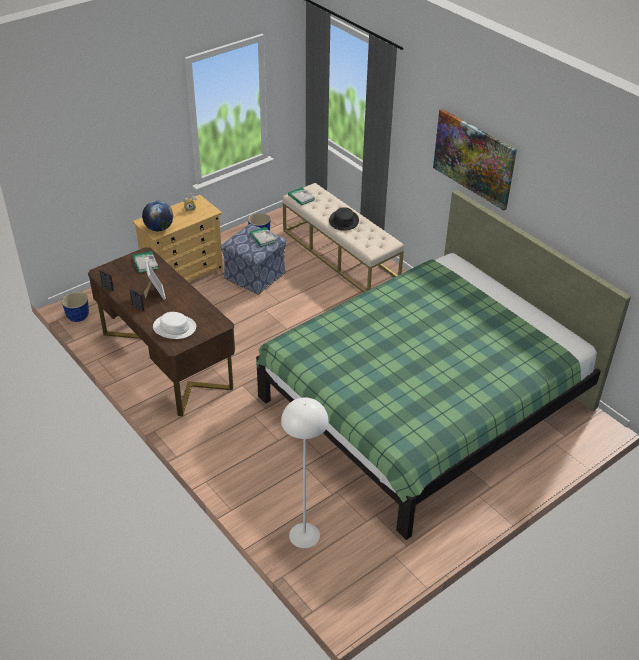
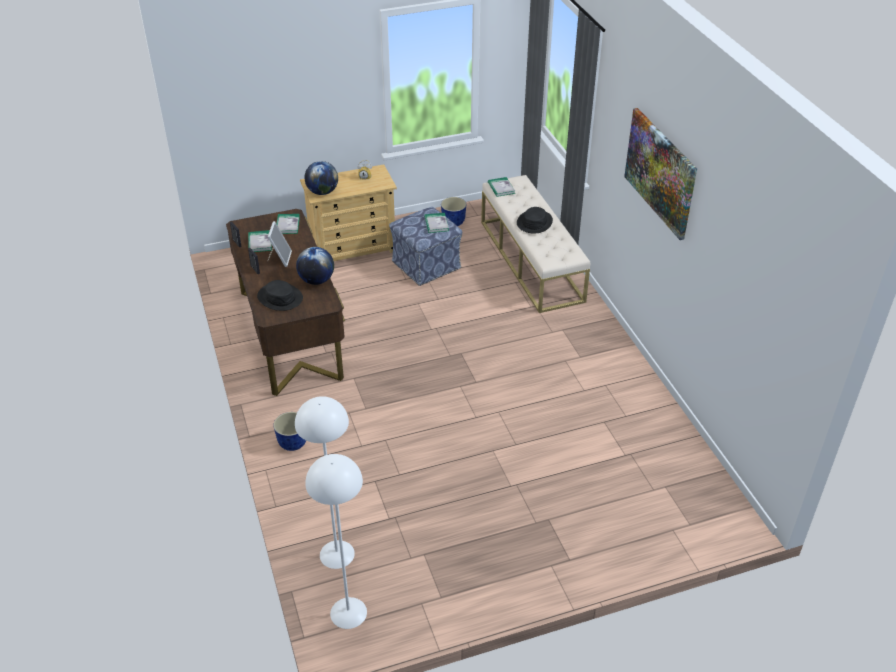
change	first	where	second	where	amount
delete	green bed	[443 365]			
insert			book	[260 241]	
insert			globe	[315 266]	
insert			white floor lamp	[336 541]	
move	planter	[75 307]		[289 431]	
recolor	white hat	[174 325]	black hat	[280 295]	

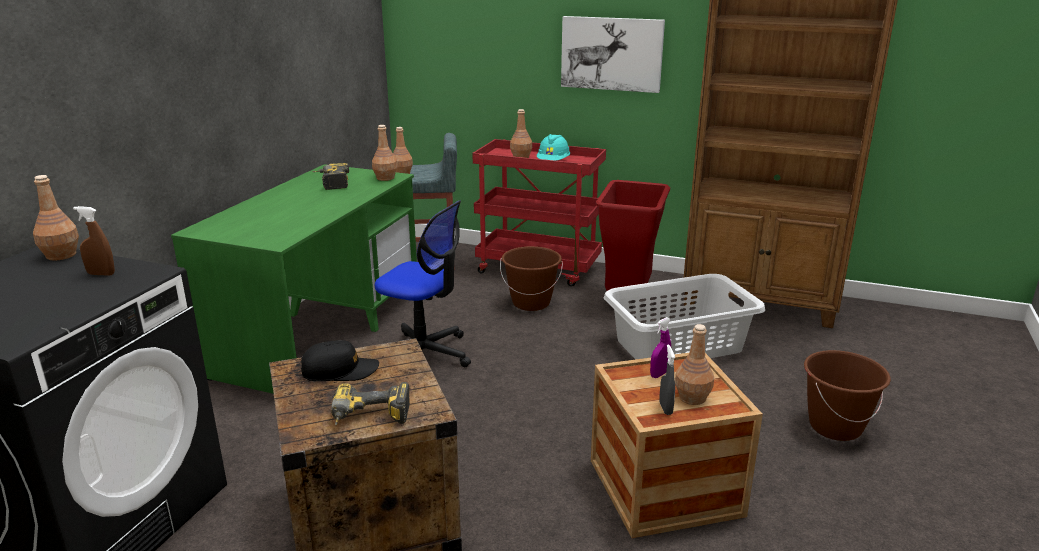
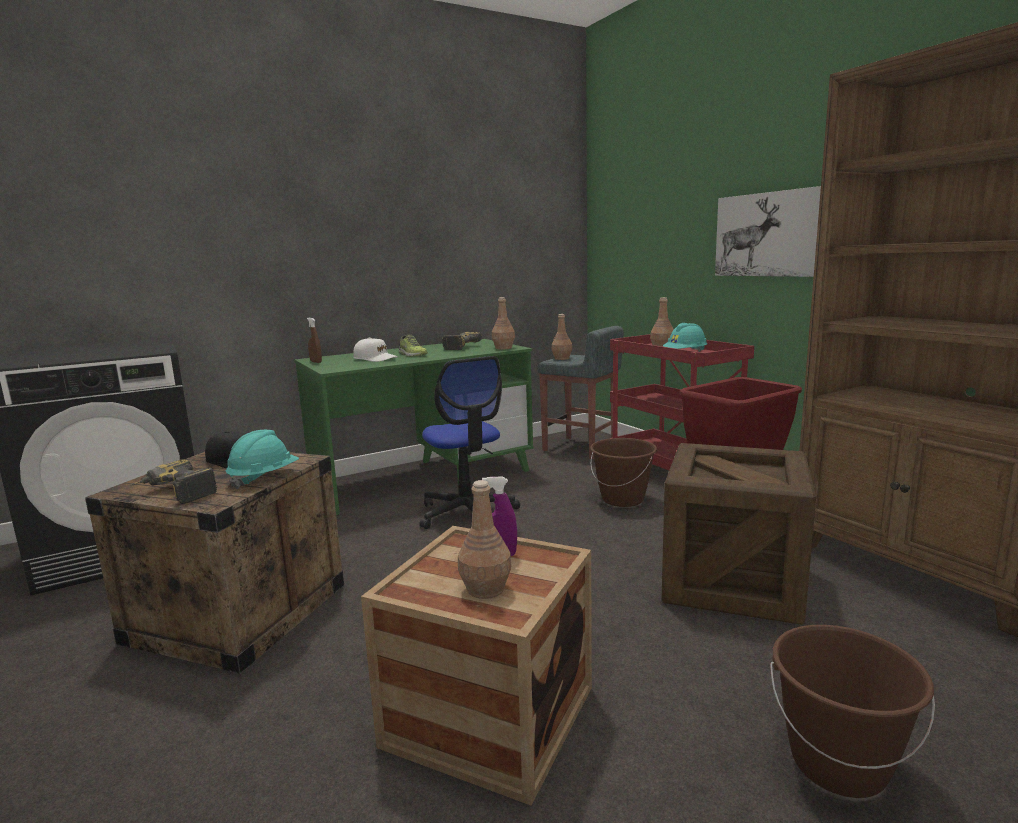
change	first	where	second	where	amount
delete	brown bottle	[56 217]			
delete	grey spray bottle	[667 379]			
insert			turquoise hard hat	[262 460]	
insert			white cap	[375 350]	
insert			shoe	[413 345]	
move	brown spray bottle	[94 241]		[314 340]	
replace	grey laundry basket	[684 317]	crate	[738 534]	

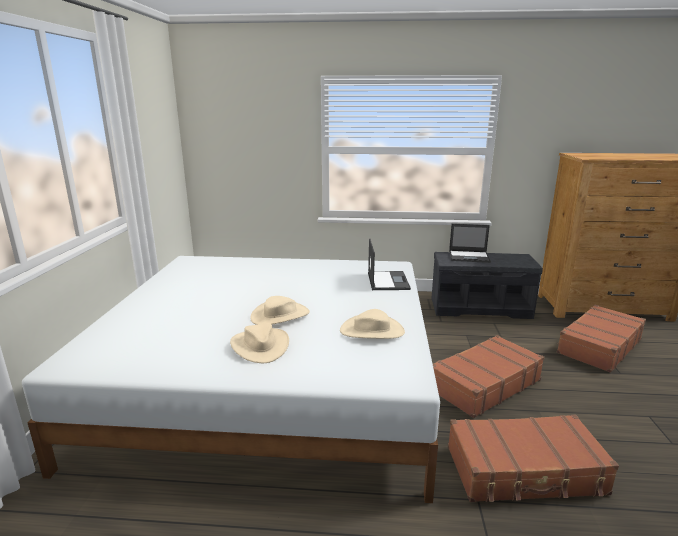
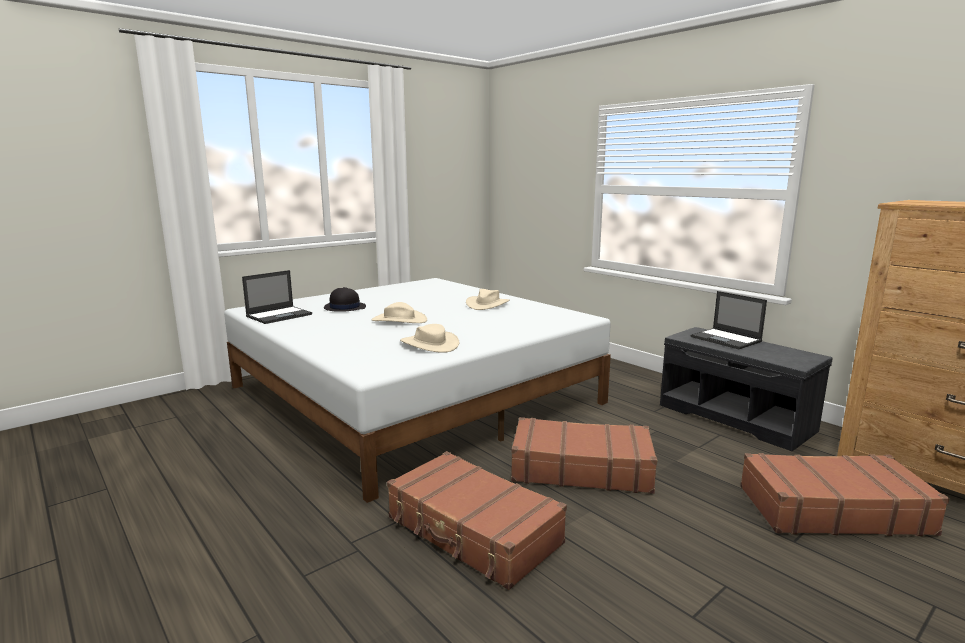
change	first	where	second	where	amount
insert			black hat	[345 299]	
move	beige hat	[259 343]		[487 299]	
move	laptop	[389 264]		[277 297]	

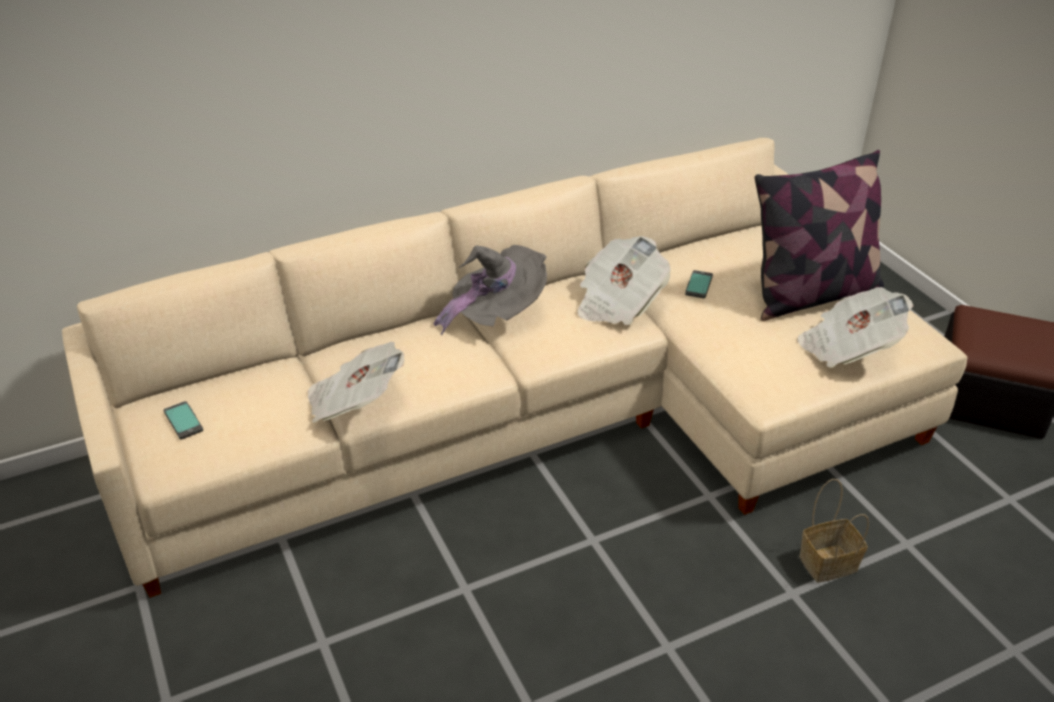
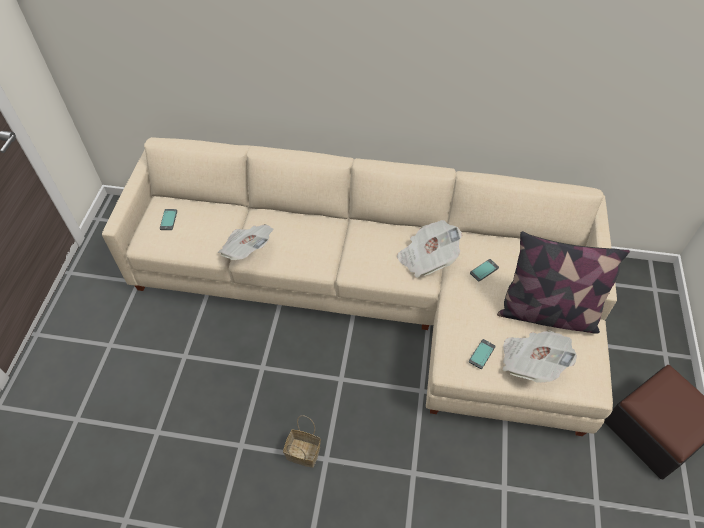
change	first	where	second	where	amount
delete	grey hat	[490 290]			
insert			phone	[482 354]	
move	basket	[834 531]		[302 441]	

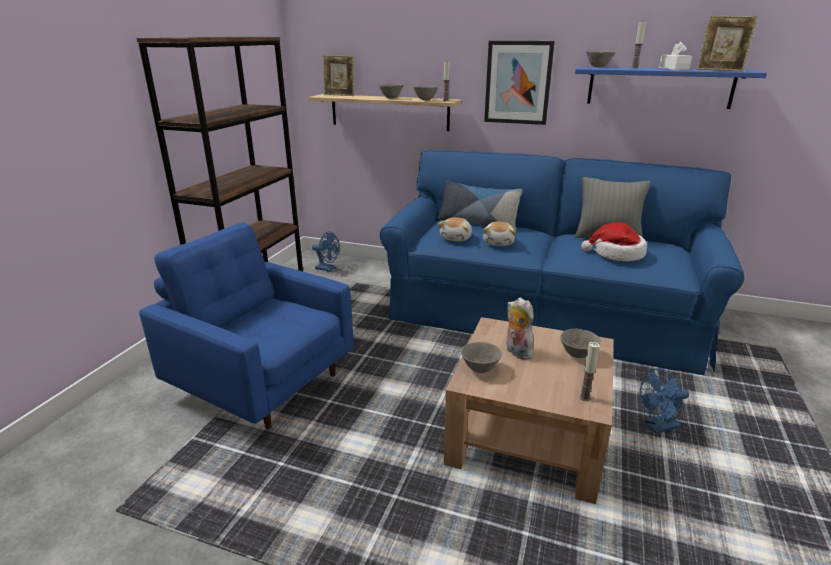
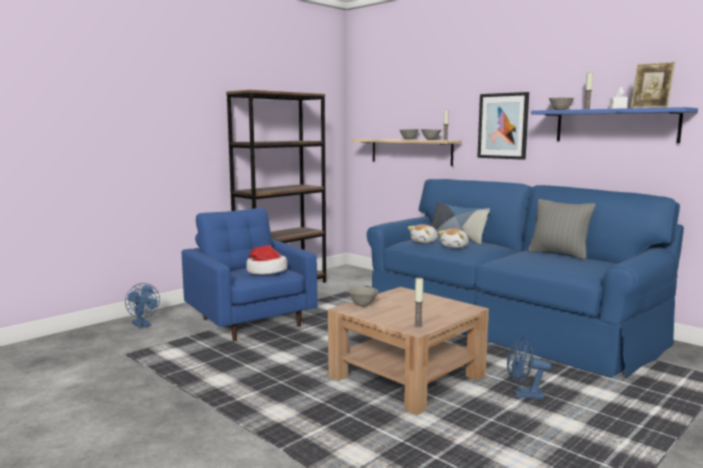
change	first	where	second	where	amount
delete	picture frame	[338 75]			
delete	plush toy	[520 328]			
delete	grey bowl	[580 343]			
move	blue fan	[326 251]		[142 305]	
move	hat	[614 241]		[267 259]	

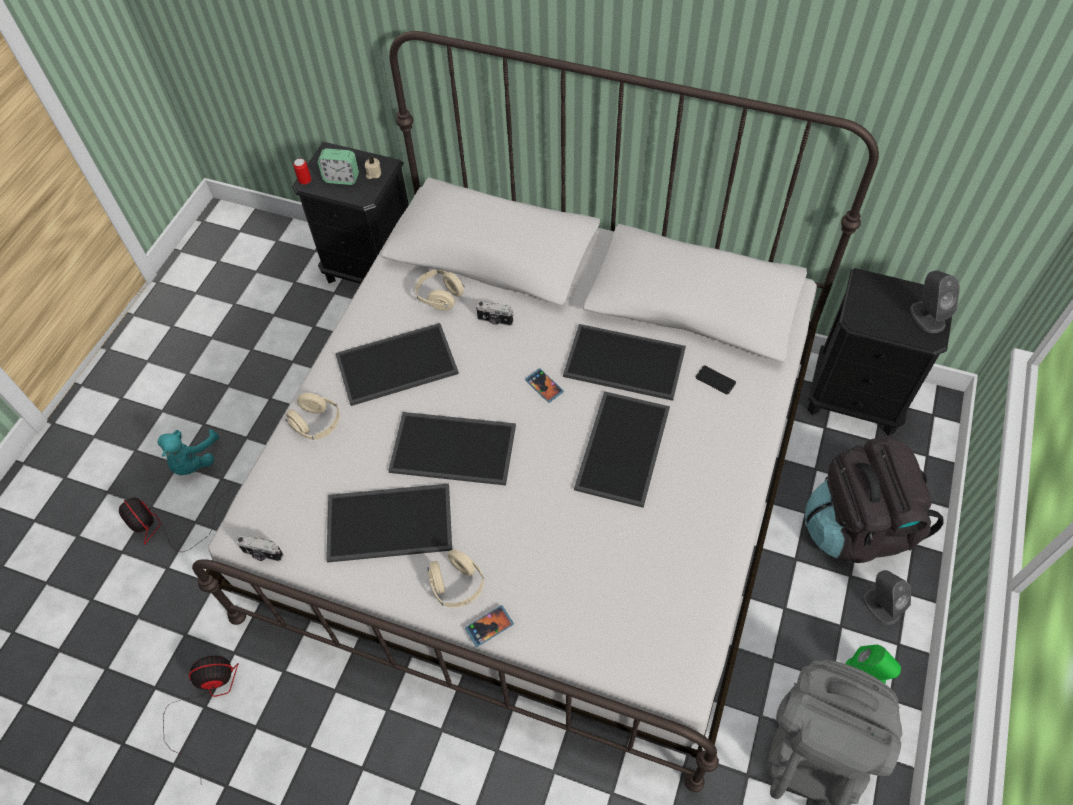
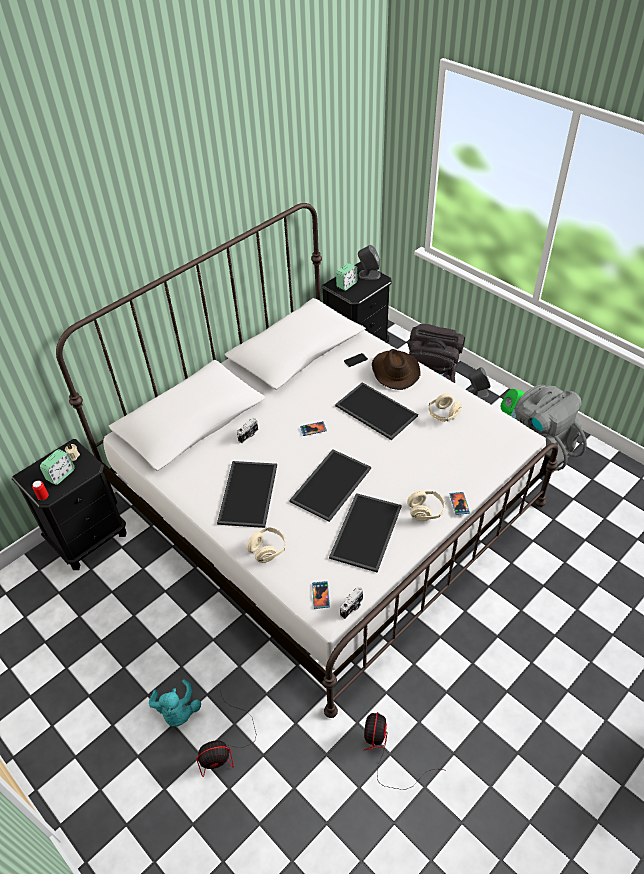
change	first	where	second	where	amount
delete	tray	[624 362]			
insert			phone	[321 595]	
insert			alarm clock	[347 277]	
insert			brown hat	[396 369]	
move	beige headphones	[440 290]		[445 407]	
rotate	turquoise plush toy	[188 452]		[175 703]	45 degrees clockwise

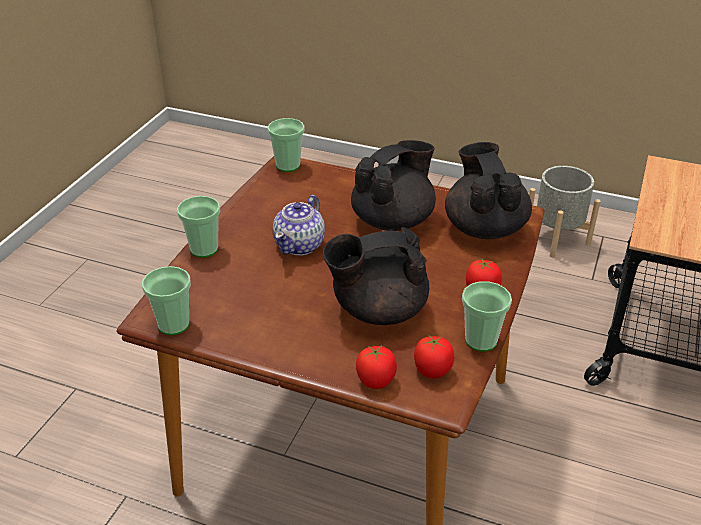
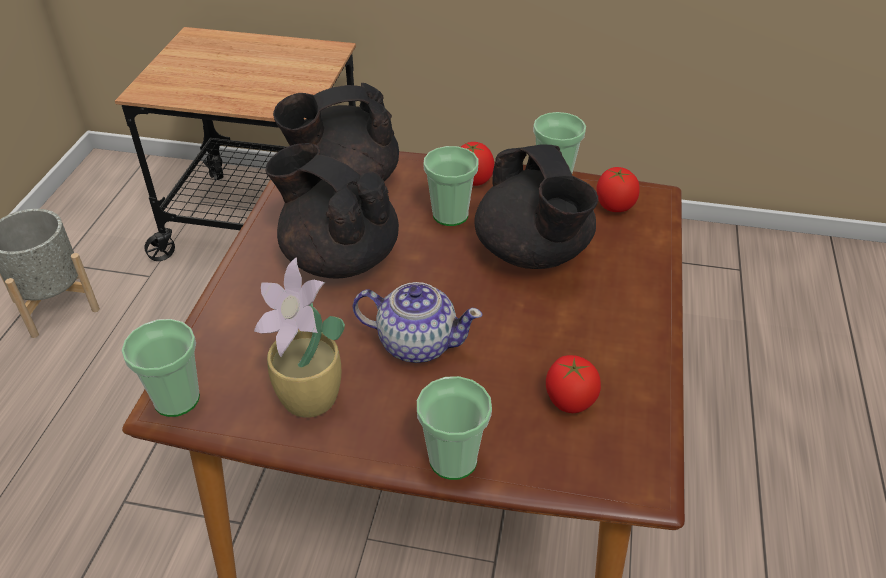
change	first	where	second	where	amount
insert			potted plant	[299 338]	
move	cup	[166 300]		[451 186]	
move	tomato	[376 367]		[573 384]	

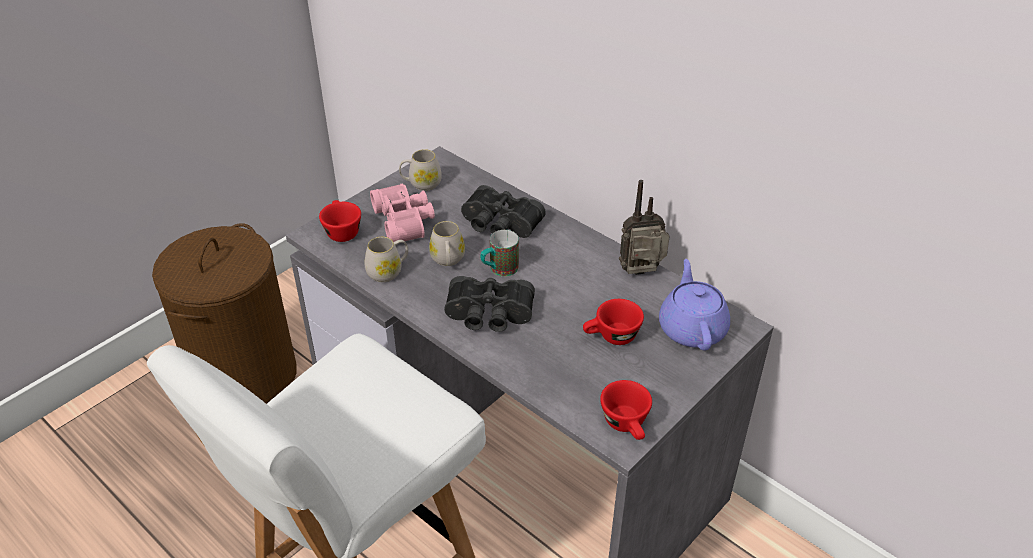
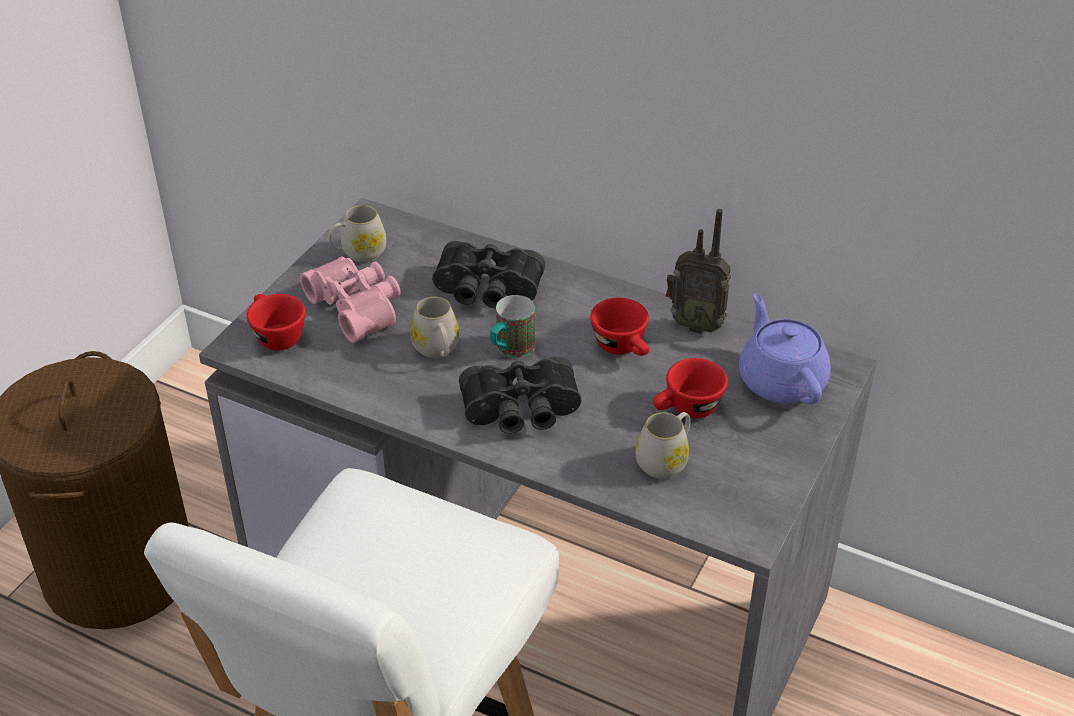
change	first	where	second	where	amount
move	white mug	[386 259]		[663 445]	
move	red cup	[626 410]		[619 327]	
rotate	radio	[644 227]		[698 271]	135 degrees counterclockwise

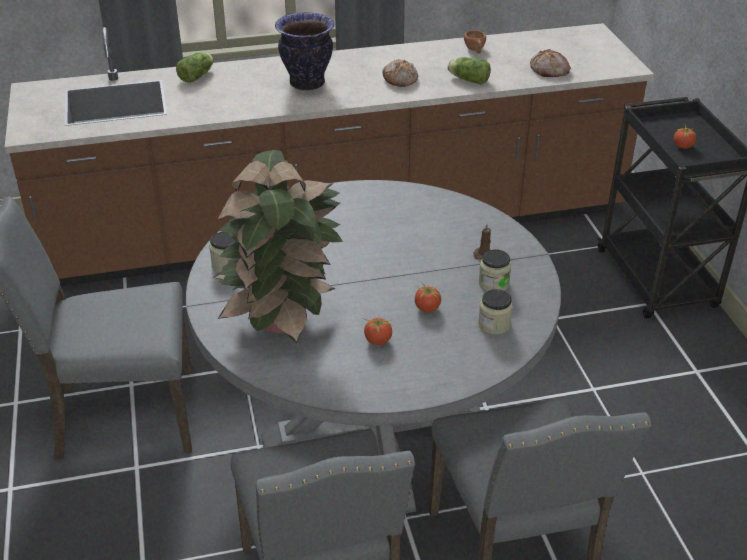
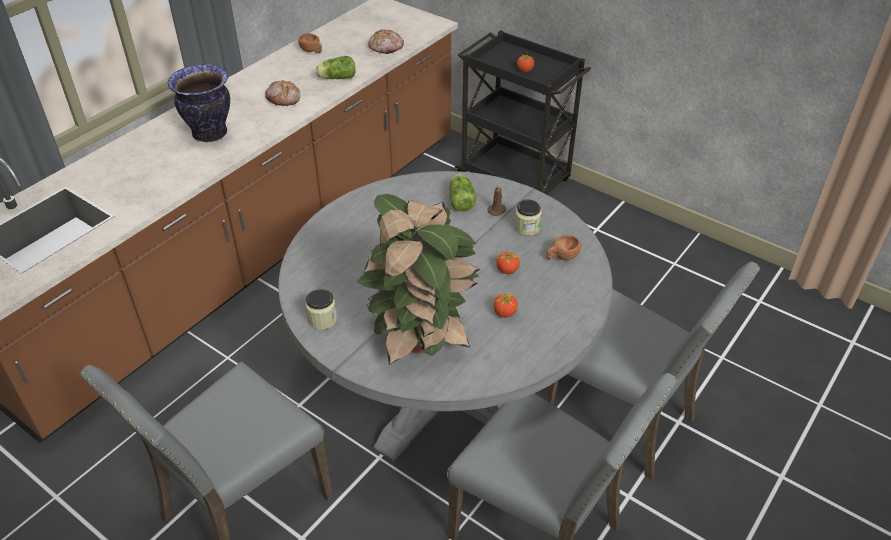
change	first	where	second	where	amount
move	lettuce	[195 67]		[462 193]	
replace	jar	[495 312]	brown cup	[564 247]	

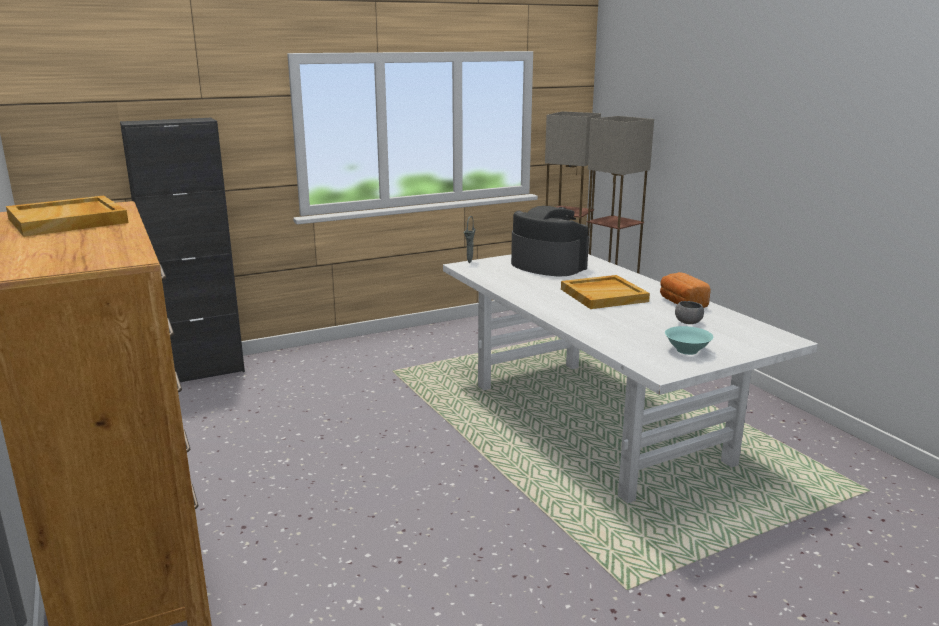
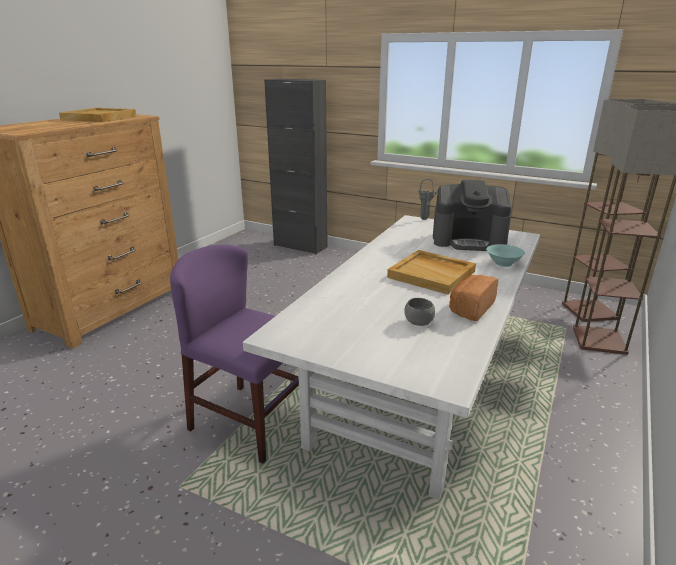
change	first	where	second	where	amount
insert			purple chair	[234 354]	
move	turquoise bowl	[689 340]		[505 255]	
rotate	coffee machine	[550 241]		[472 215]	90 degrees clockwise

